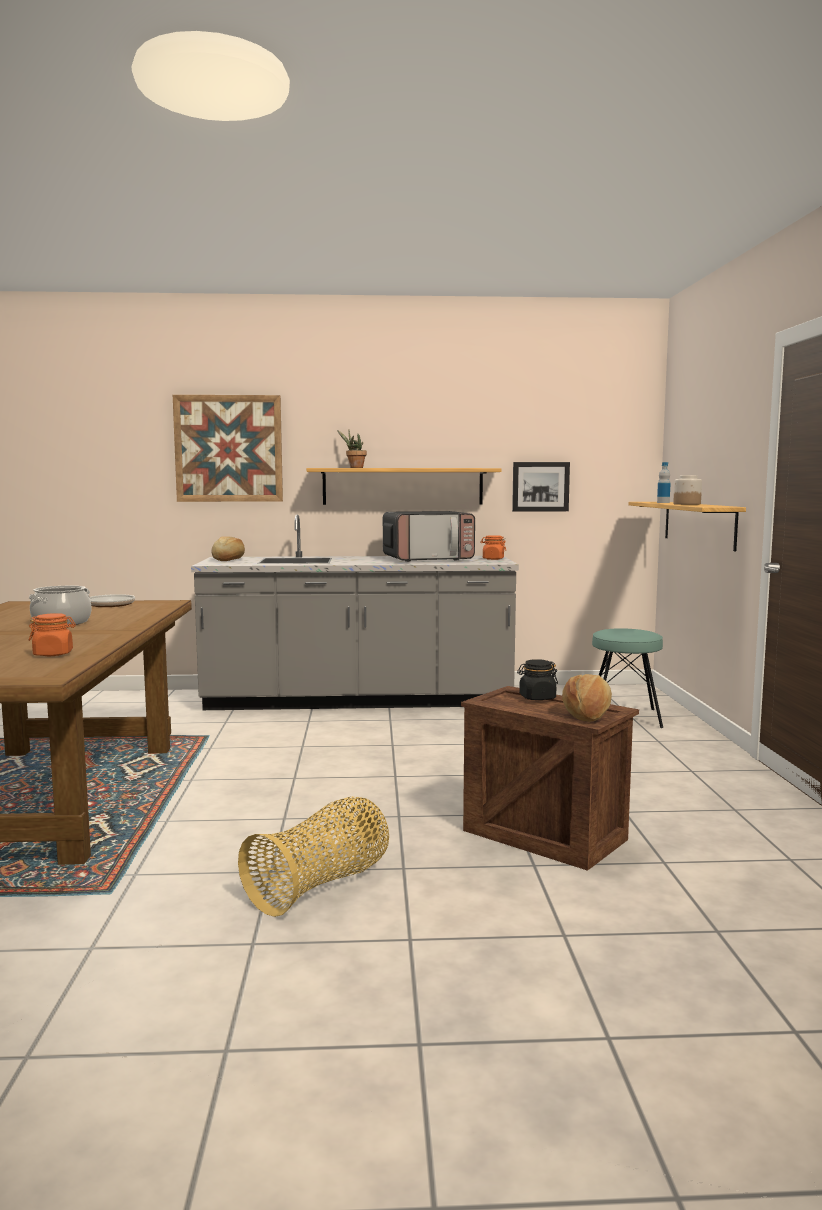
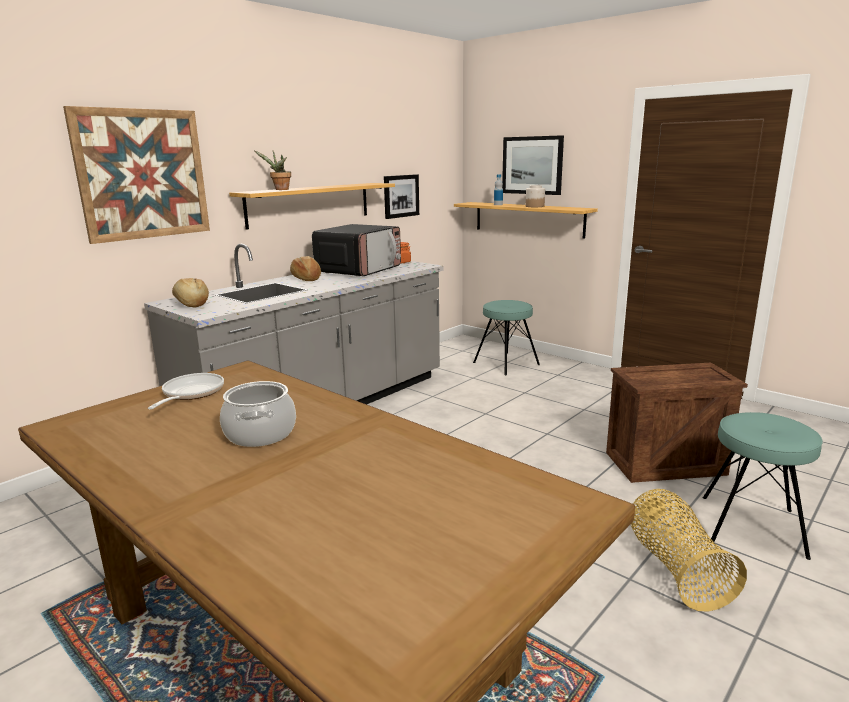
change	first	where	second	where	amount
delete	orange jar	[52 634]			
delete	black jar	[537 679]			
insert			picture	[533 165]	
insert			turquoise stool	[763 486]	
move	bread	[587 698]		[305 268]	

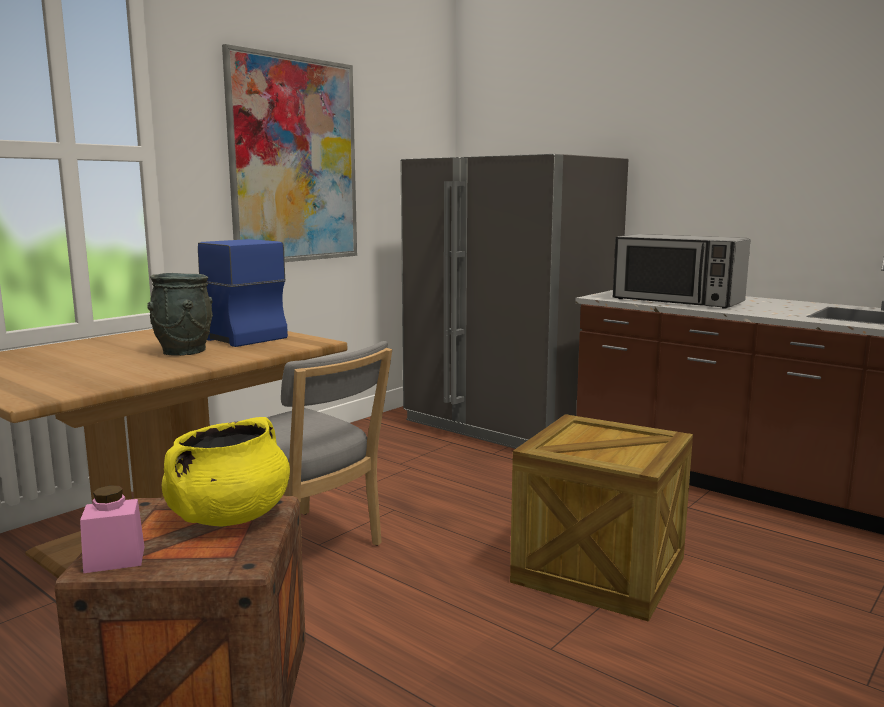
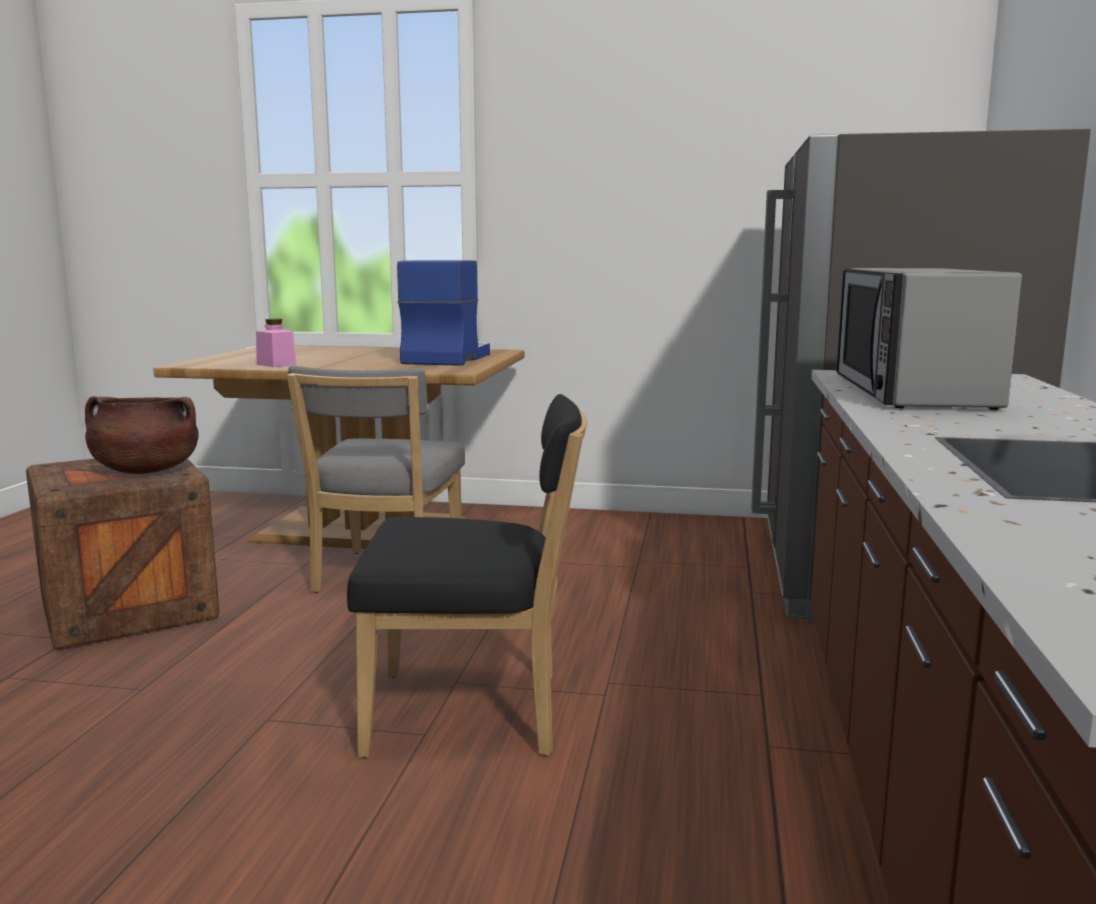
change	first	where	second	where	amount
delete	grey vase	[180 314]			
delete	picture	[289 153]			
move	pink jar	[112 529]		[276 343]	
replace	crate	[601 518]	black chair	[467 576]	
recolor	yellow cooking pot	[226 471]	brown cooking pot	[142 435]	

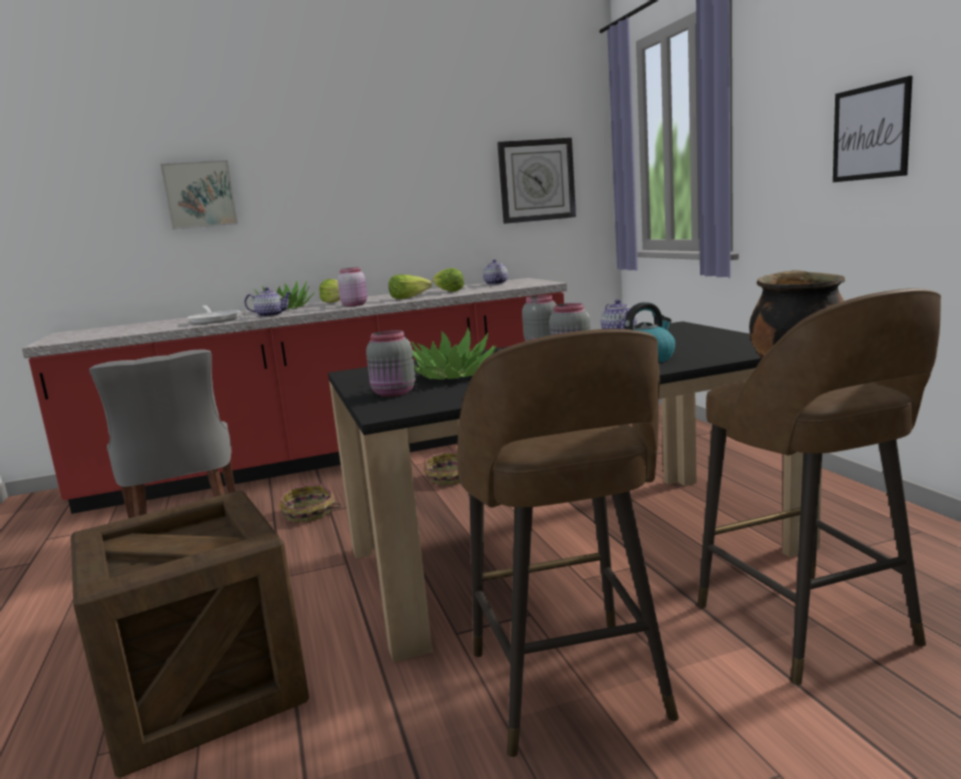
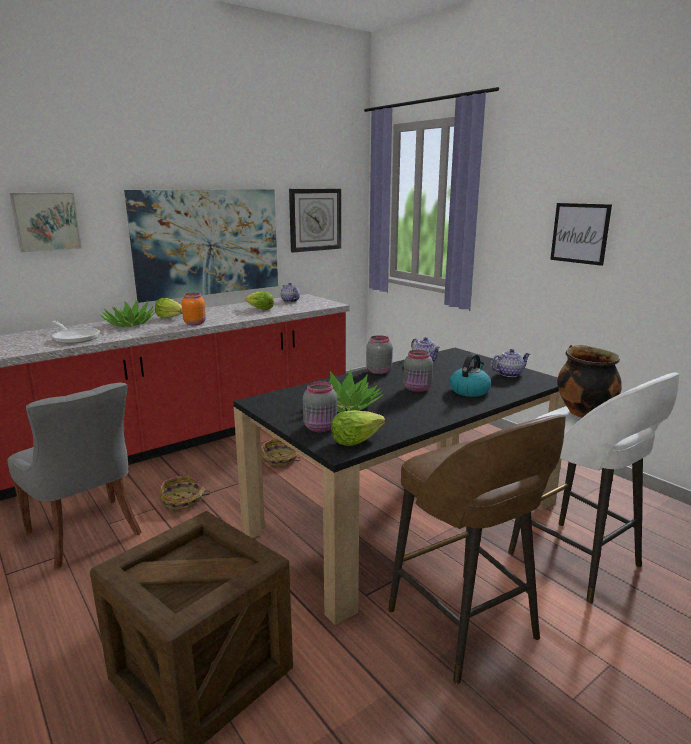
change	first	where	second	where	amount
insert			picture	[201 246]	
move	teapot	[267 302]		[510 363]	
move	lettuce	[410 287]		[358 428]	
recolor	pink jar	[352 287]	orange jar	[194 309]	
recolor	brown stool	[819 487]	white stool	[593 488]	

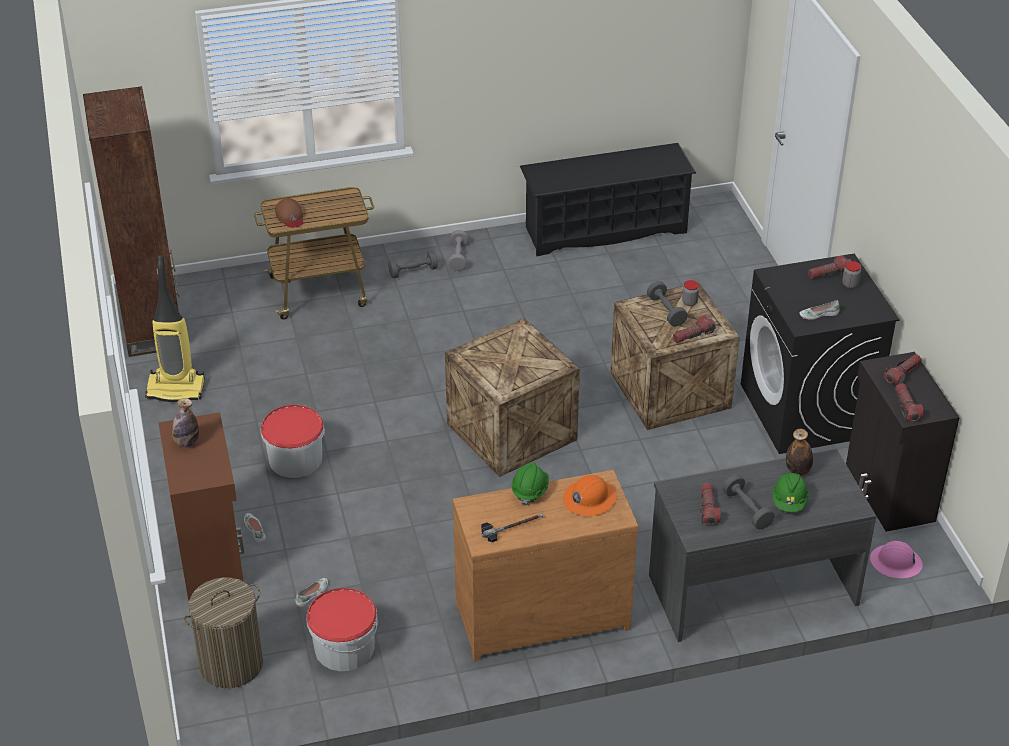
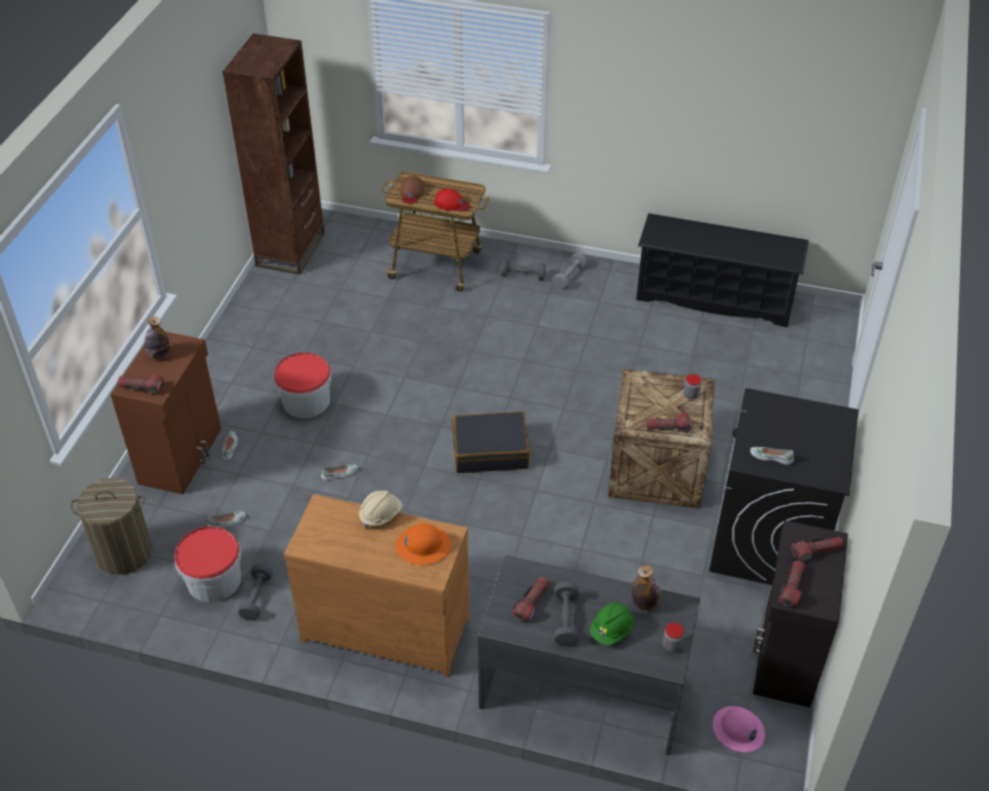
change	first	where	second	where	amount
delete	vacuum cleaner	[175 329]			
delete	hammer	[512 527]			
insert			white shoe	[339 472]	
insert			red cap	[452 199]	
move	grey dumbbell	[667 304]		[255 592]	
move	flashlight	[829 267]		[141 384]	
move	jar	[851 274]		[673 638]	
replace	crate	[512 397]	black suitcase	[491 442]	
recolor	green hard hat	[530 484]	beige hard hat	[381 509]	

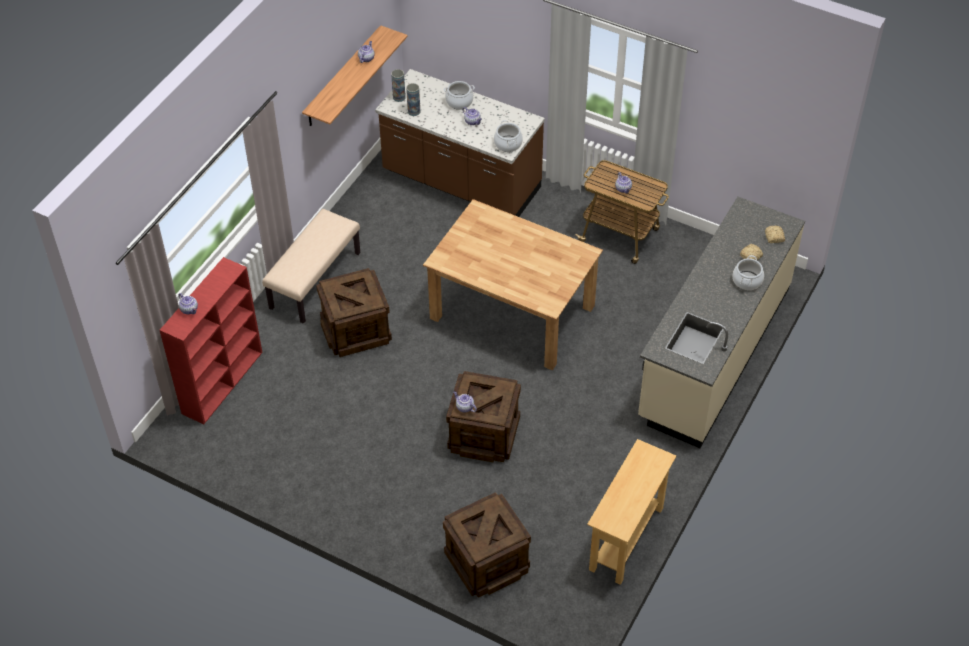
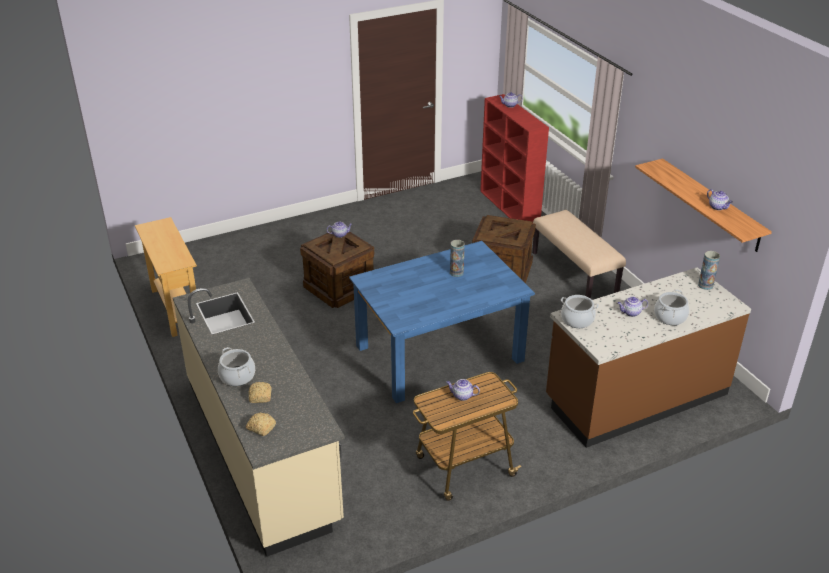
change	first	where	second	where	amount
delete	crate	[487 545]			
move	vase	[413 99]		[457 258]	
recolor	brown dining table	[513 285]	blue dining table	[442 322]	

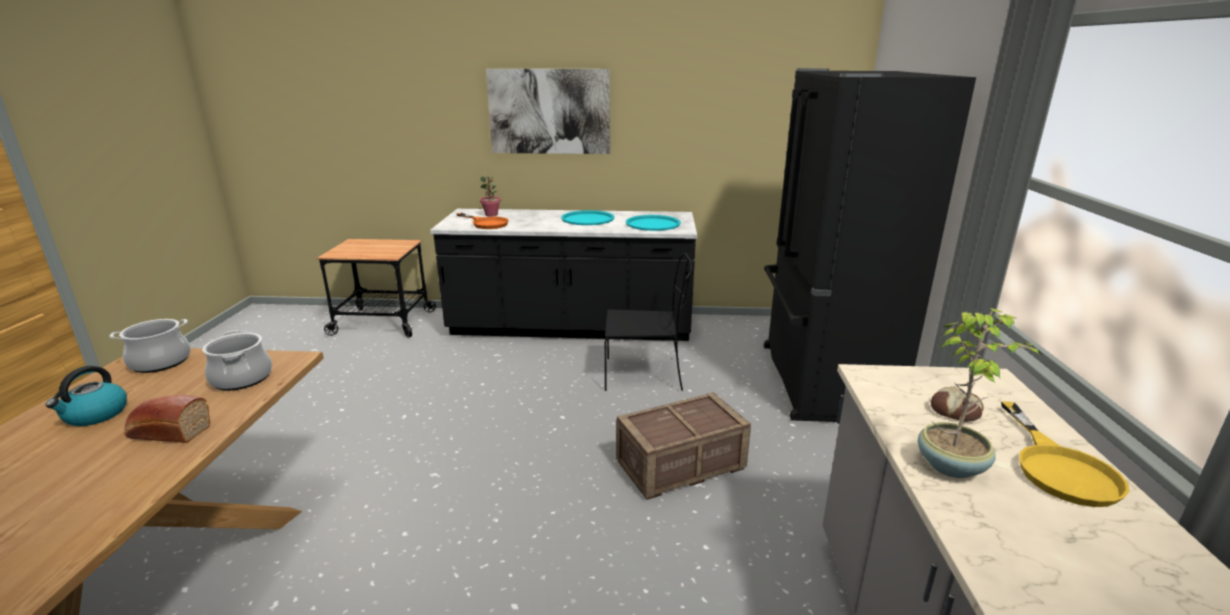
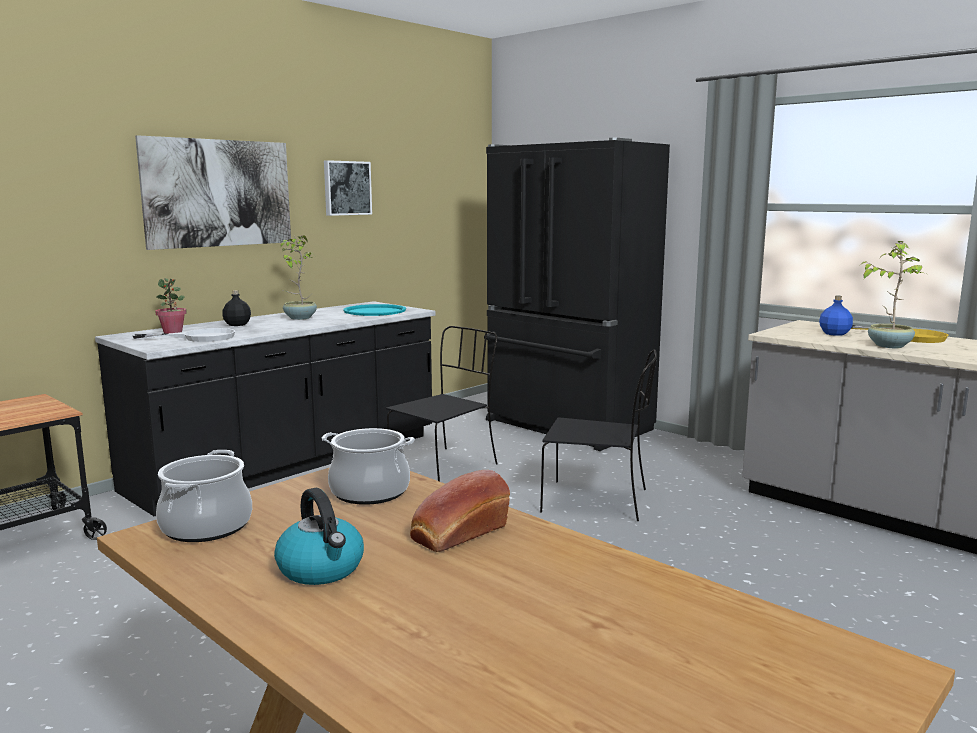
change	first	where	second	where	amount
insert			black bottle	[236 308]	
insert			picture	[348 188]	
replace	turquoise tray	[588 217]	potted plant	[298 277]	
replace	crate	[683 446]	black chair	[598 435]	
replace	bread	[957 404]	blue bottle	[836 316]	
recolor	orange frying pan	[483 221]	white frying pan	[183 335]	

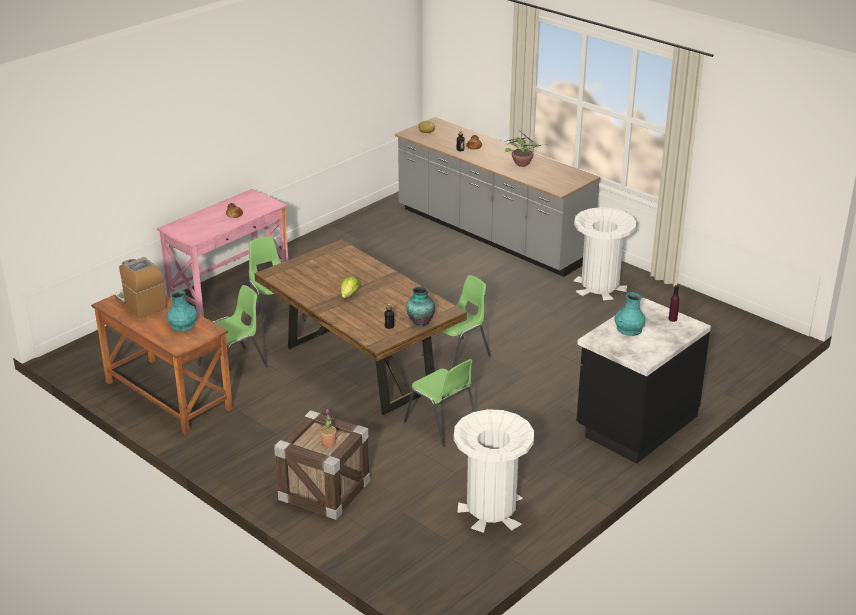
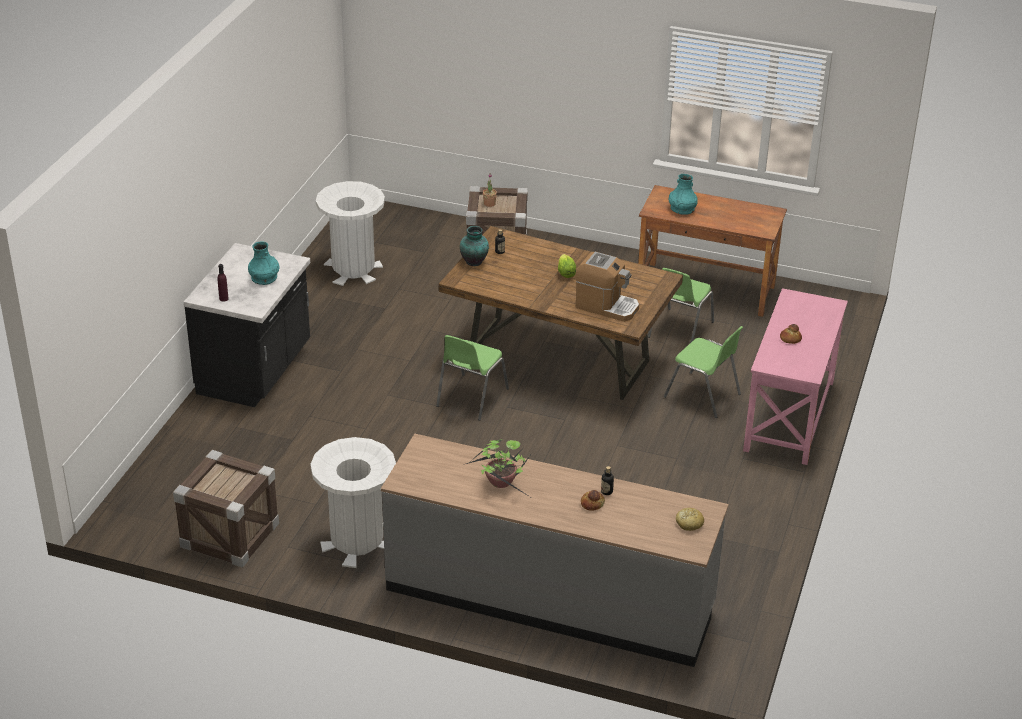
change	first	where	second	where	amount
delete	green chair	[439 403]			
insert			crate	[226 509]	
move	coffee machine	[141 288]		[607 287]	

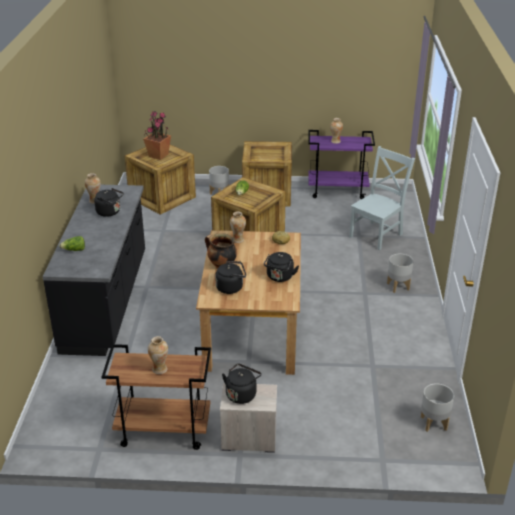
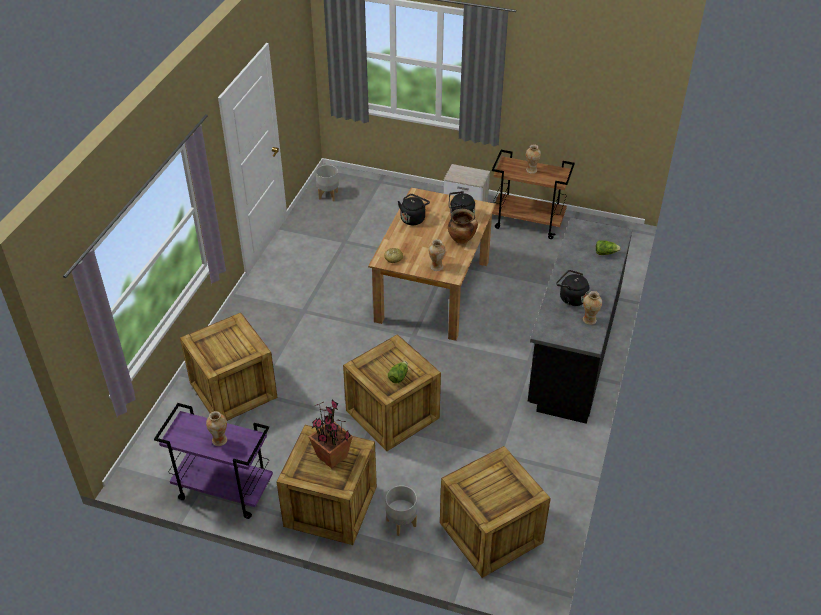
change	first	where	second	where	amount
delete	black kettle	[242 383]			
delete	grey planter	[400 273]			
move	potted plant	[157 135]		[331 434]	
replace	grey chair	[382 198]	crate	[229 367]	

